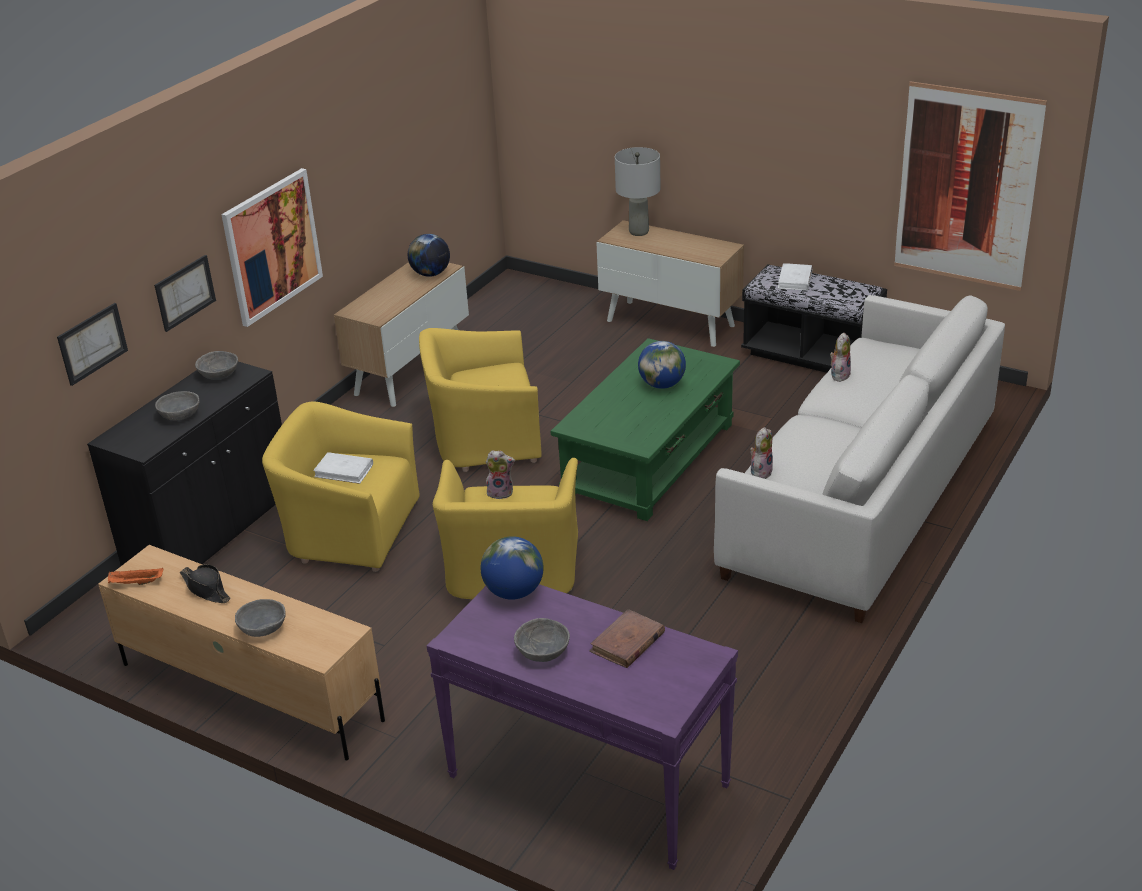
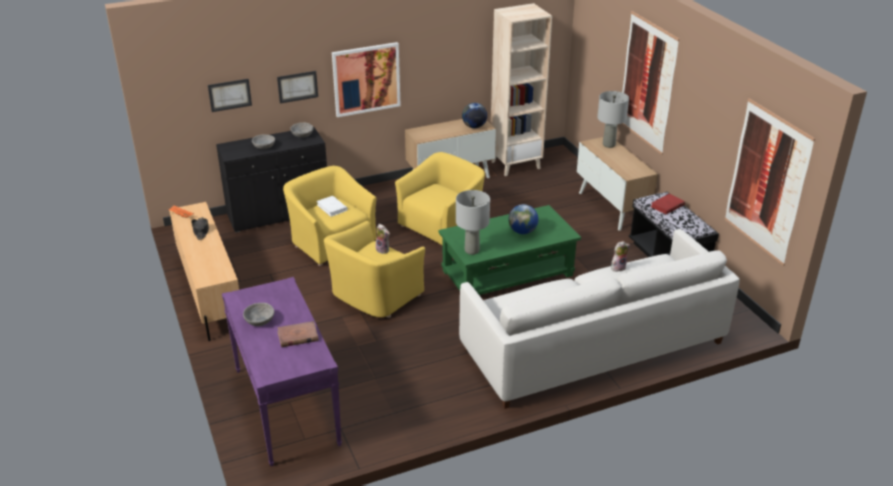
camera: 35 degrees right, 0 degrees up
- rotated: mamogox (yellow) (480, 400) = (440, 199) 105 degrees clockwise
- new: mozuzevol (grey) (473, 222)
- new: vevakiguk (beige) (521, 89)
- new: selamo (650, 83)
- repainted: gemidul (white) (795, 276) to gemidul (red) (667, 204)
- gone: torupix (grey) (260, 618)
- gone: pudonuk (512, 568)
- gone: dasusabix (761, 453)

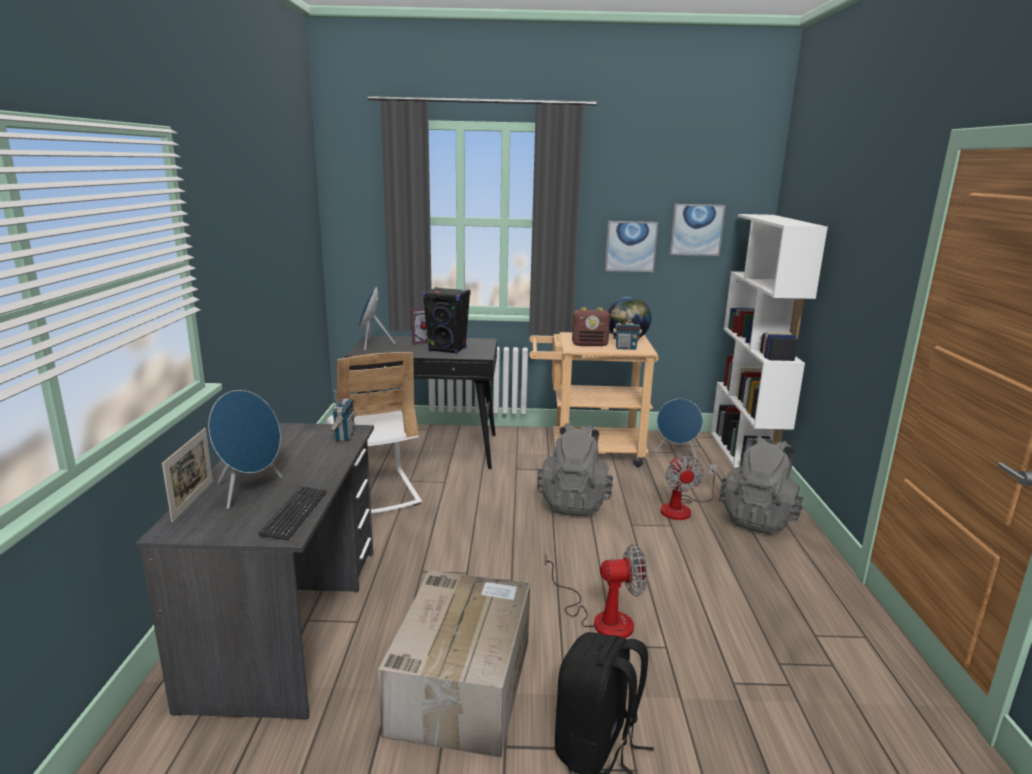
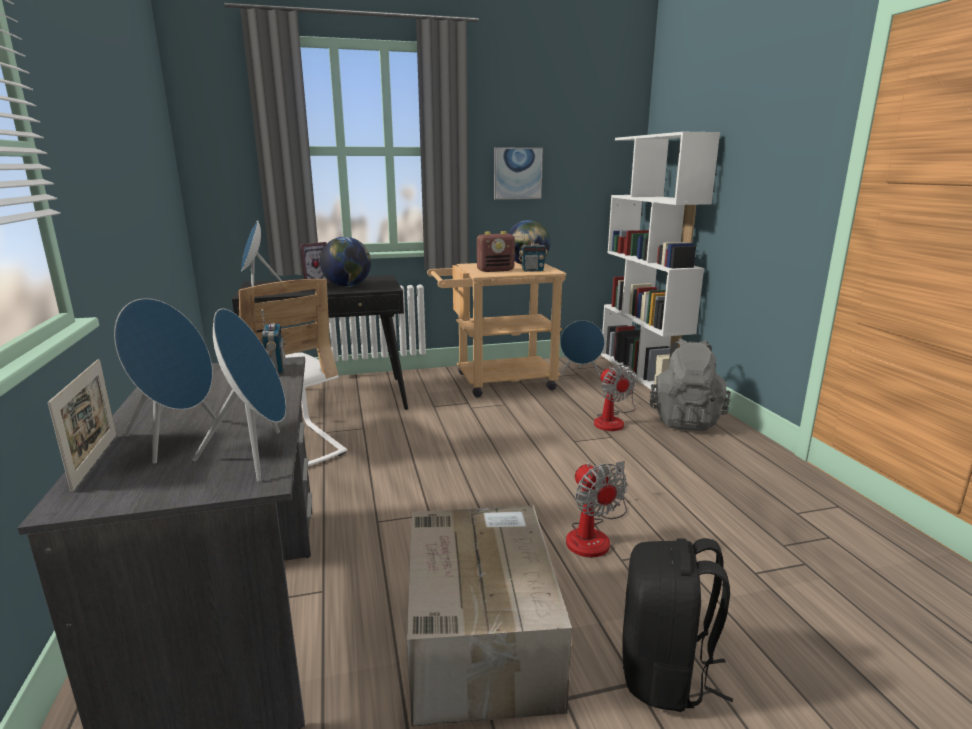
camera: 15 degrees left, 0 degrees up
- swapped: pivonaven (292, 513) to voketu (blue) (239, 395)
- swapped: voketu (black) (447, 320) to pudonuk (345, 262)
- rotated: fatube (596, 591) = (596, 509) 90 degrees clockwise
- gone: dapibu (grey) (575, 469)
- gone: selamo (698, 230)

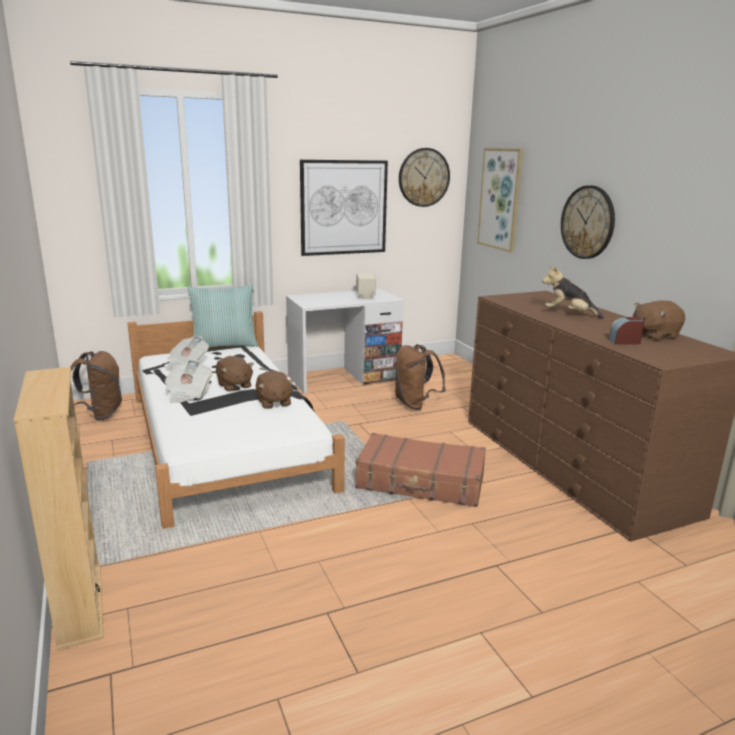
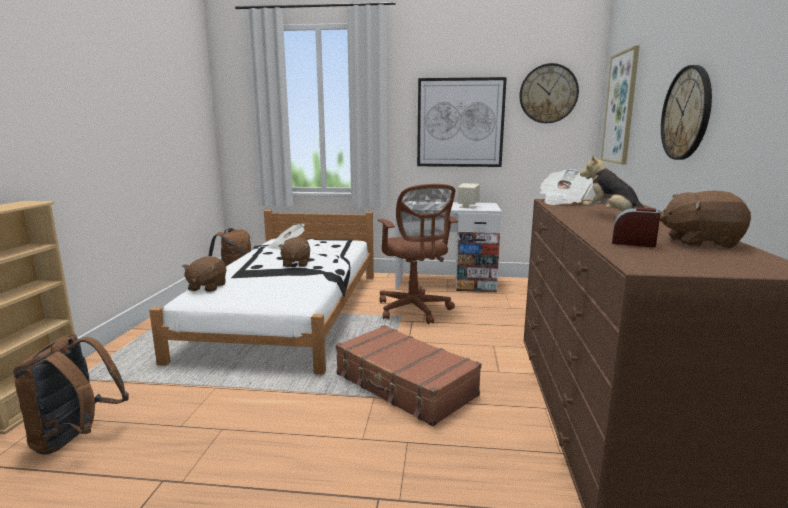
camera: 30 degrees right, 5 degrees down
- shifted: dapibu (brown) (420, 377) to (71, 394)
- shifted: dasusabix (brown) (275, 390) to (204, 274)
- new: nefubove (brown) (418, 254)
- shifted: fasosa (188, 381) to (566, 187)
- gone: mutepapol (223, 316)

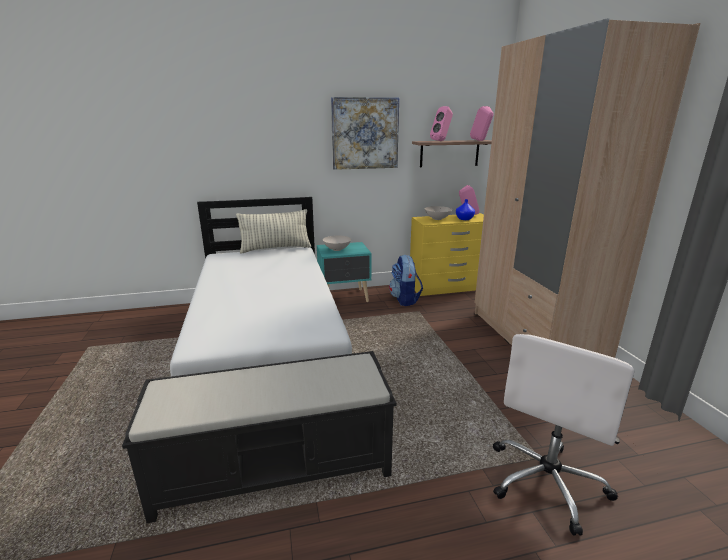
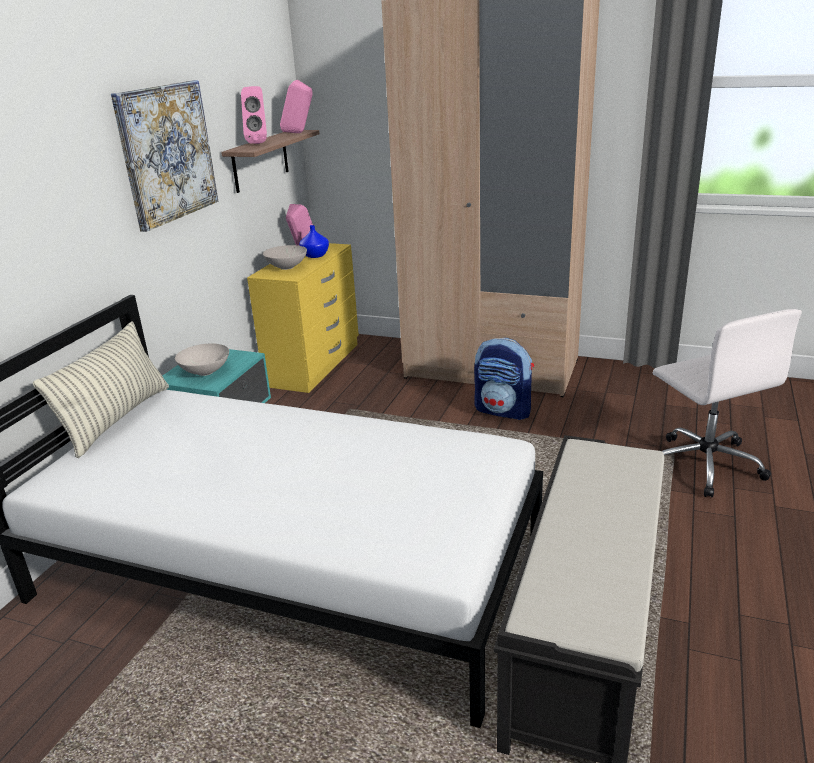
camera: 55 degrees left, 5 degrees up
- shifted: dapibu (406, 280) to (504, 379)

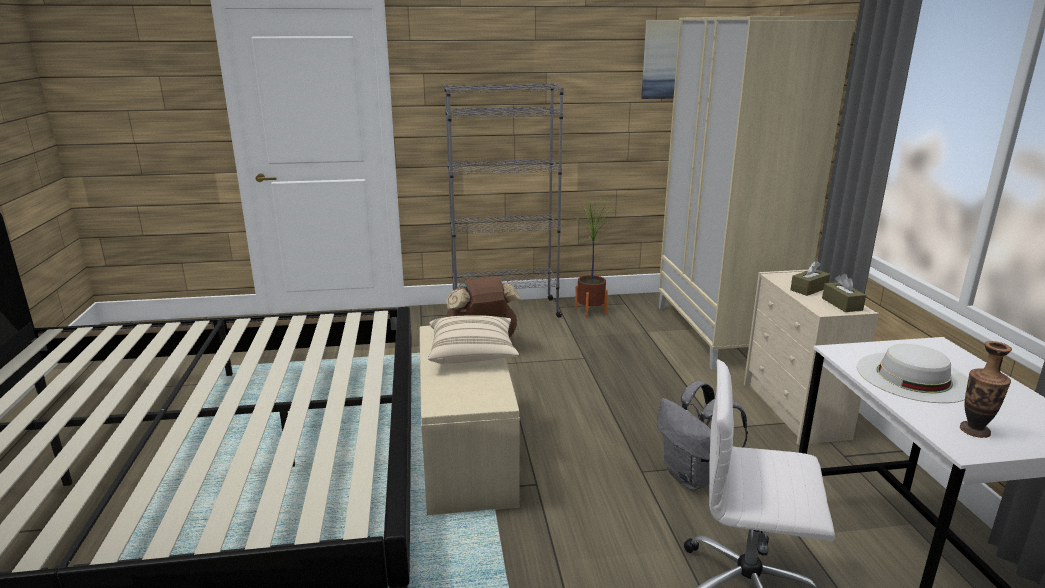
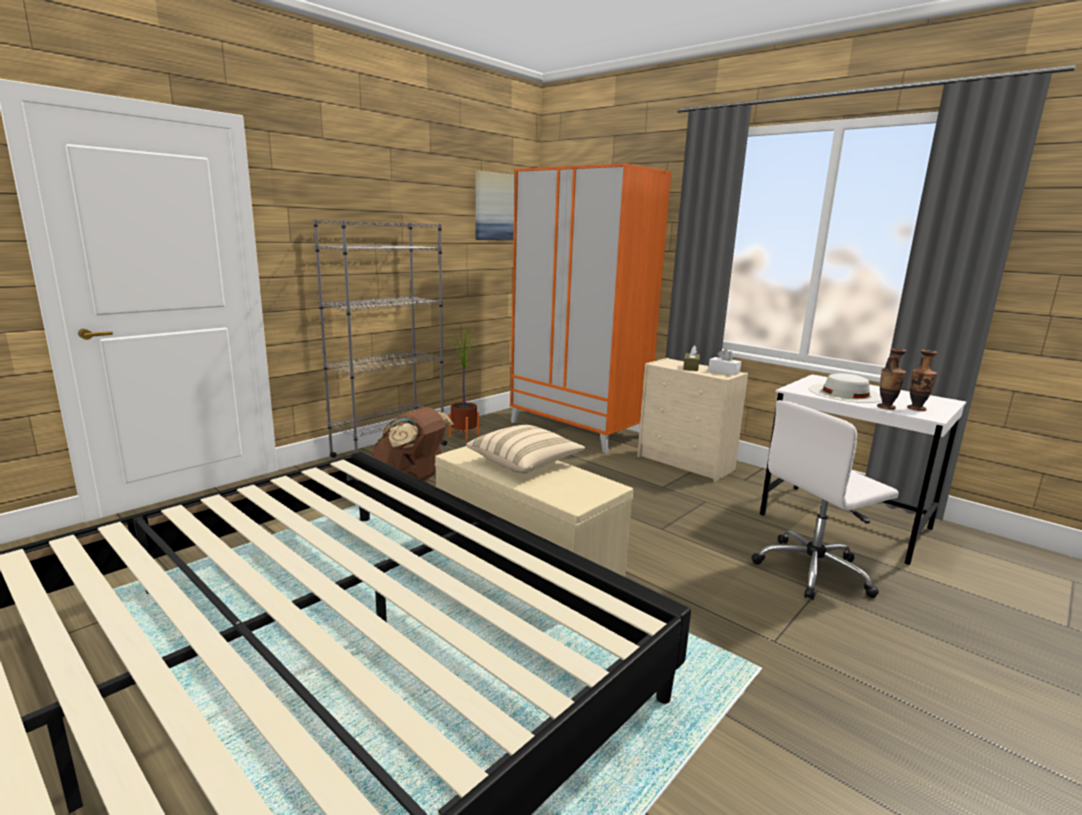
camera: 40 degrees left, 5 degrees down
- repainted: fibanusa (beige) (756, 193) to fibanusa (orange) (591, 308)
- repainted: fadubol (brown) (844, 293) to fadubol (white) (724, 362)
- new: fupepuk (891, 379)
- gone: dapibu (grey) (702, 436)

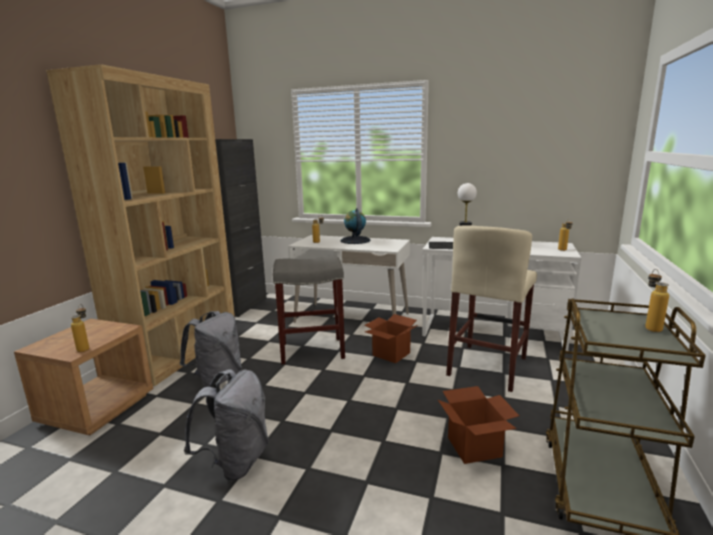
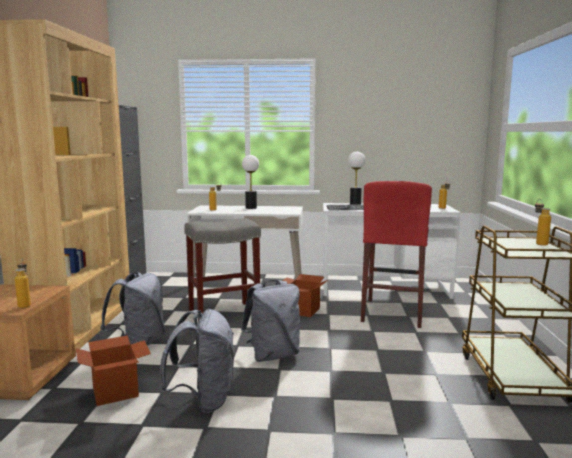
camera: 15 degrees left, 5 degrees down
- shifted: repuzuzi (478, 425) to (113, 370)
- new: dapibu (grey) (270, 321)
- swapped: pudonuk (355, 226) to mozuzevol (250, 182)
- repainted: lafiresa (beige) (491, 308) to lafiresa (red) (396, 254)

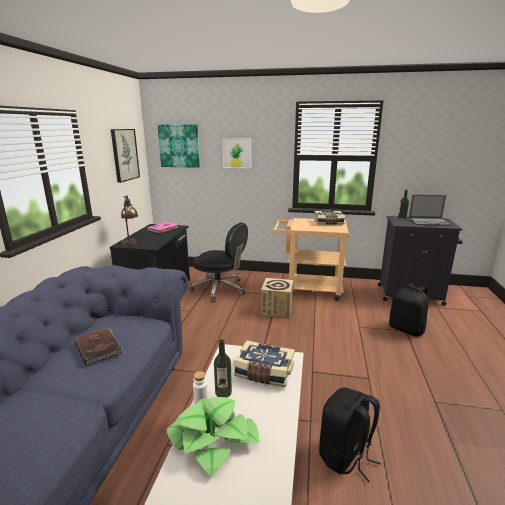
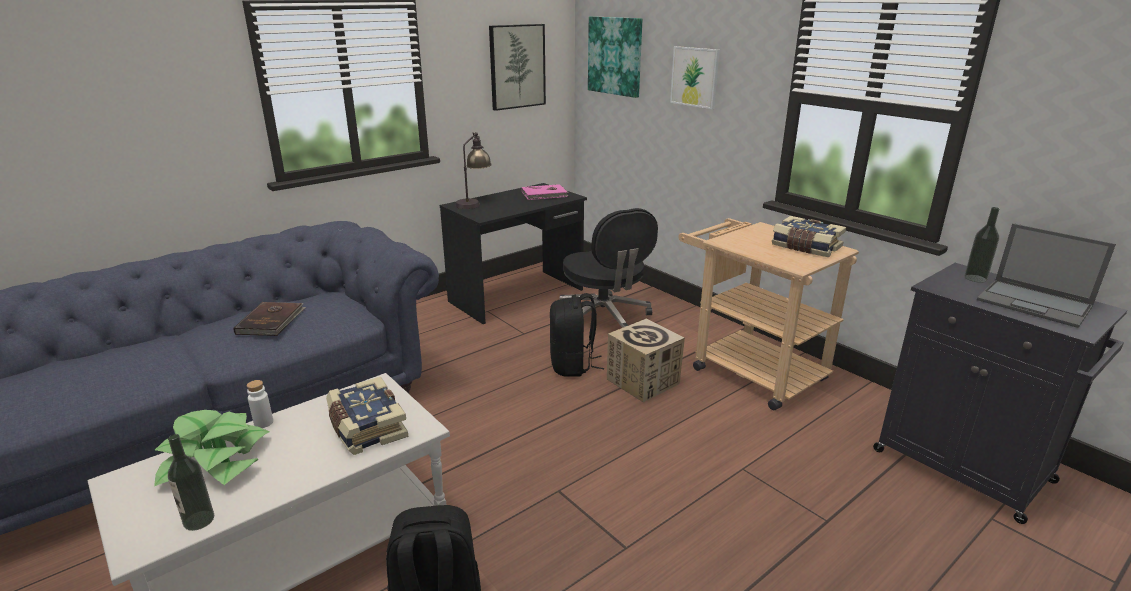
camera: 40 degrees right, 5 degrees up
- shifted: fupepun (223, 368) to (191, 482)
- shifted: dapibu (black) (408, 310) to (577, 335)

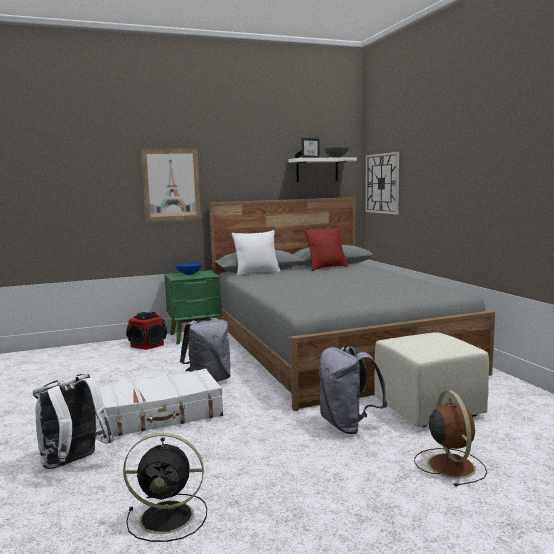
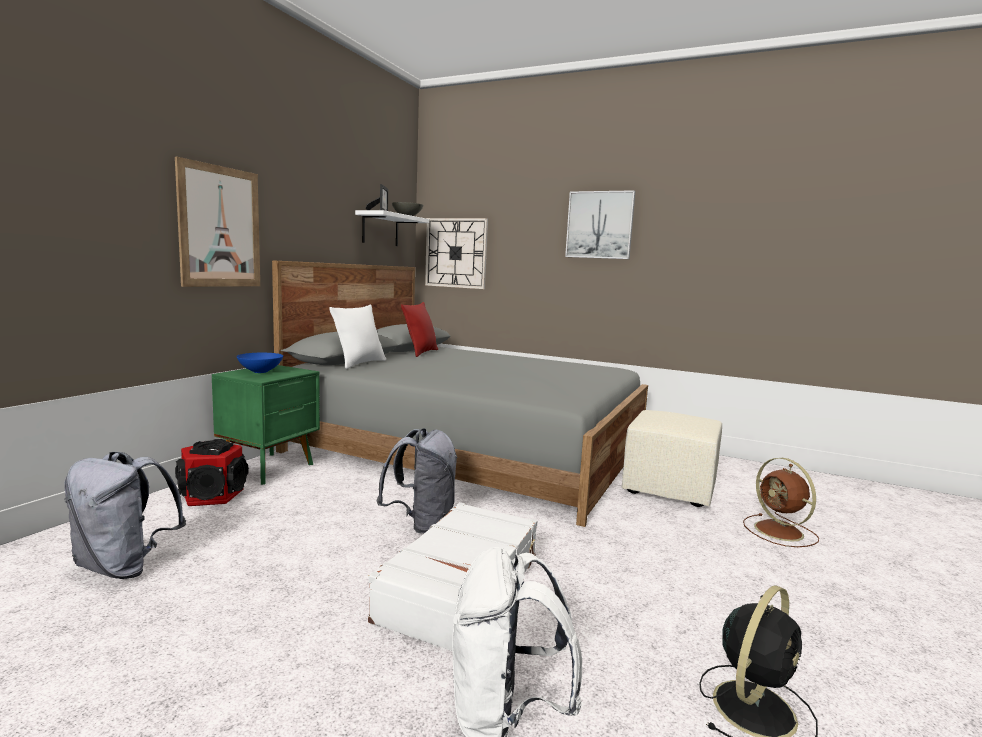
camera: 45 degrees left, 0 degrees up
- shifted: dapibu (grey) (353, 389) to (125, 515)
- new: selamo (600, 224)
- rotated: fatube (brown) (450, 438) = (781, 502) 150 degrees counterclockwise

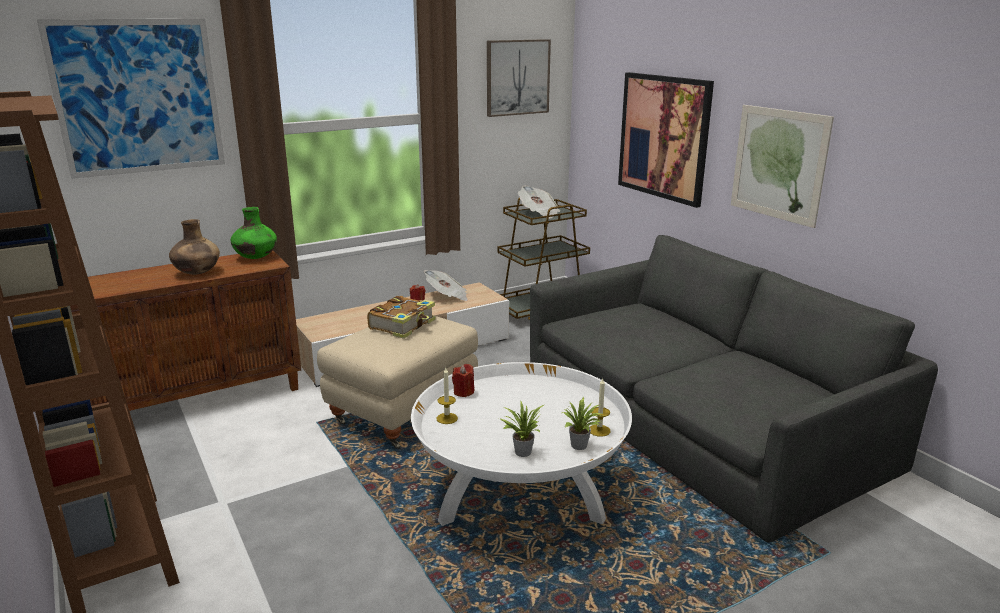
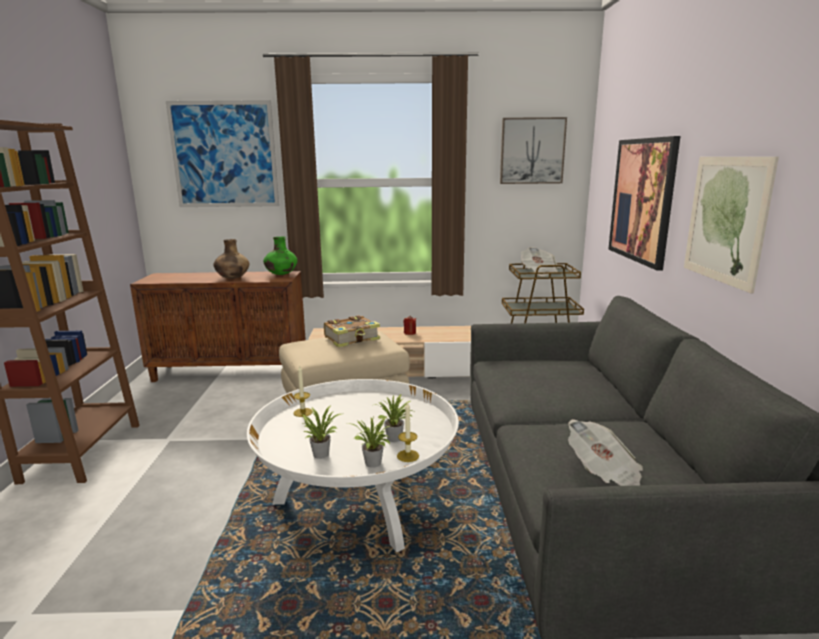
camera: 30 degrees right, 5 degrees down
- new: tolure (394, 418)
- shifted: fasosa (445, 285) to (605, 452)
- gone: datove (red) (463, 380)

